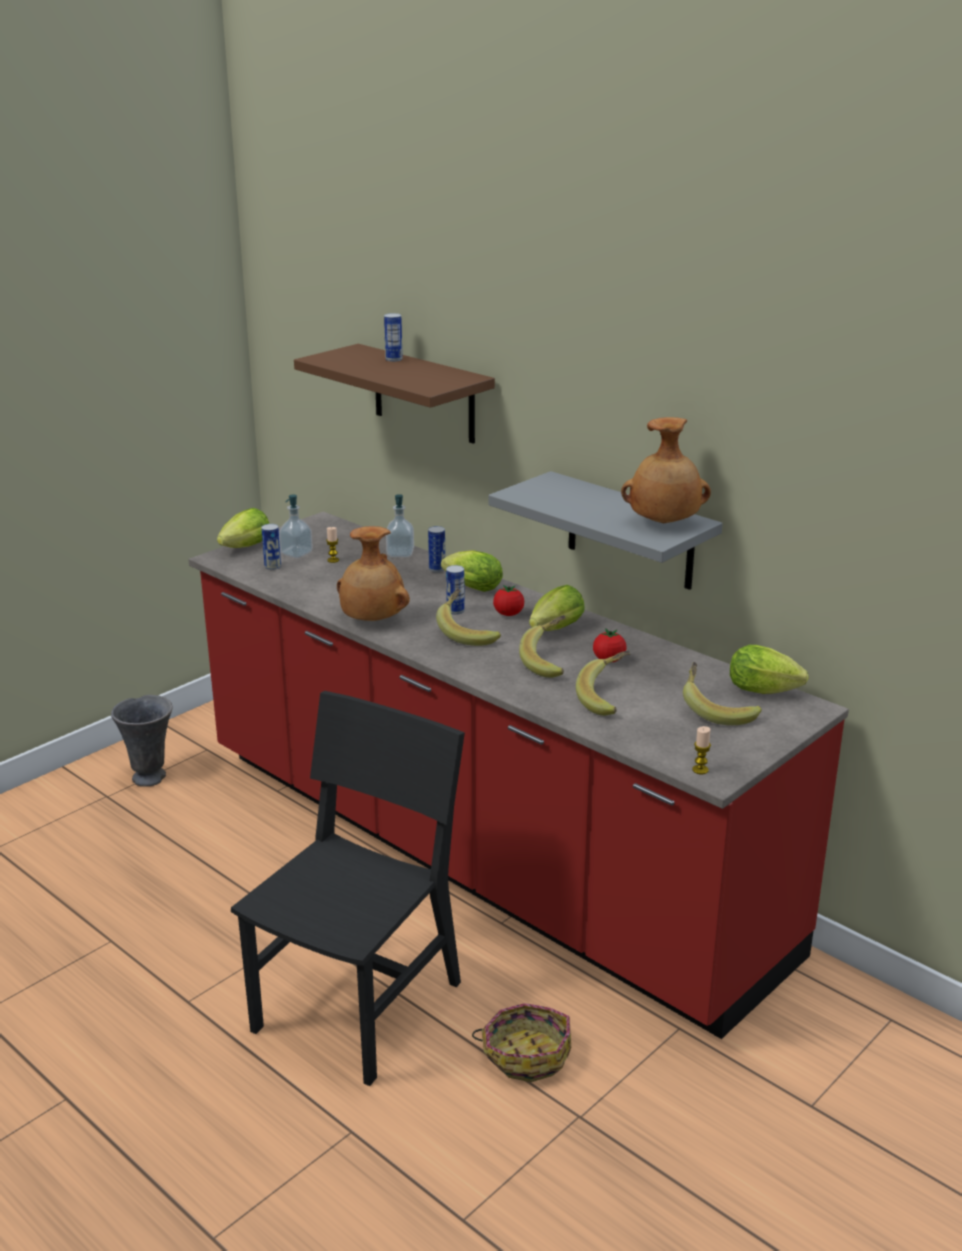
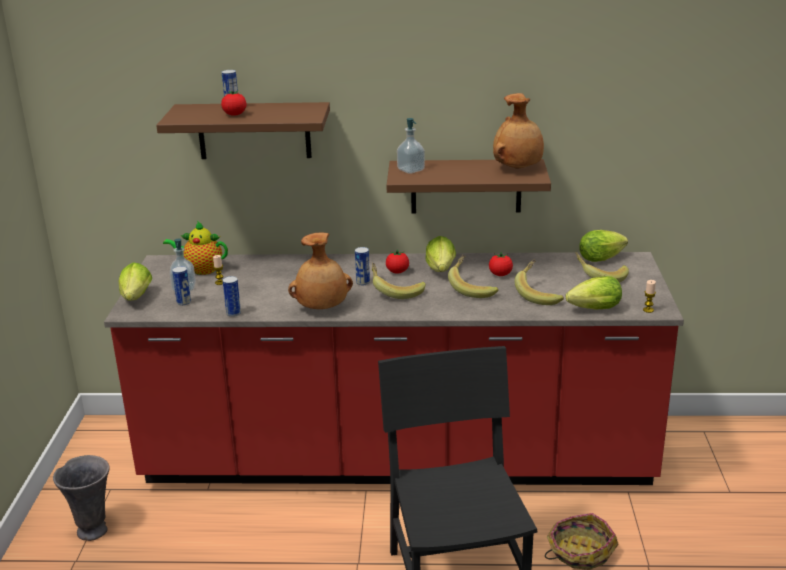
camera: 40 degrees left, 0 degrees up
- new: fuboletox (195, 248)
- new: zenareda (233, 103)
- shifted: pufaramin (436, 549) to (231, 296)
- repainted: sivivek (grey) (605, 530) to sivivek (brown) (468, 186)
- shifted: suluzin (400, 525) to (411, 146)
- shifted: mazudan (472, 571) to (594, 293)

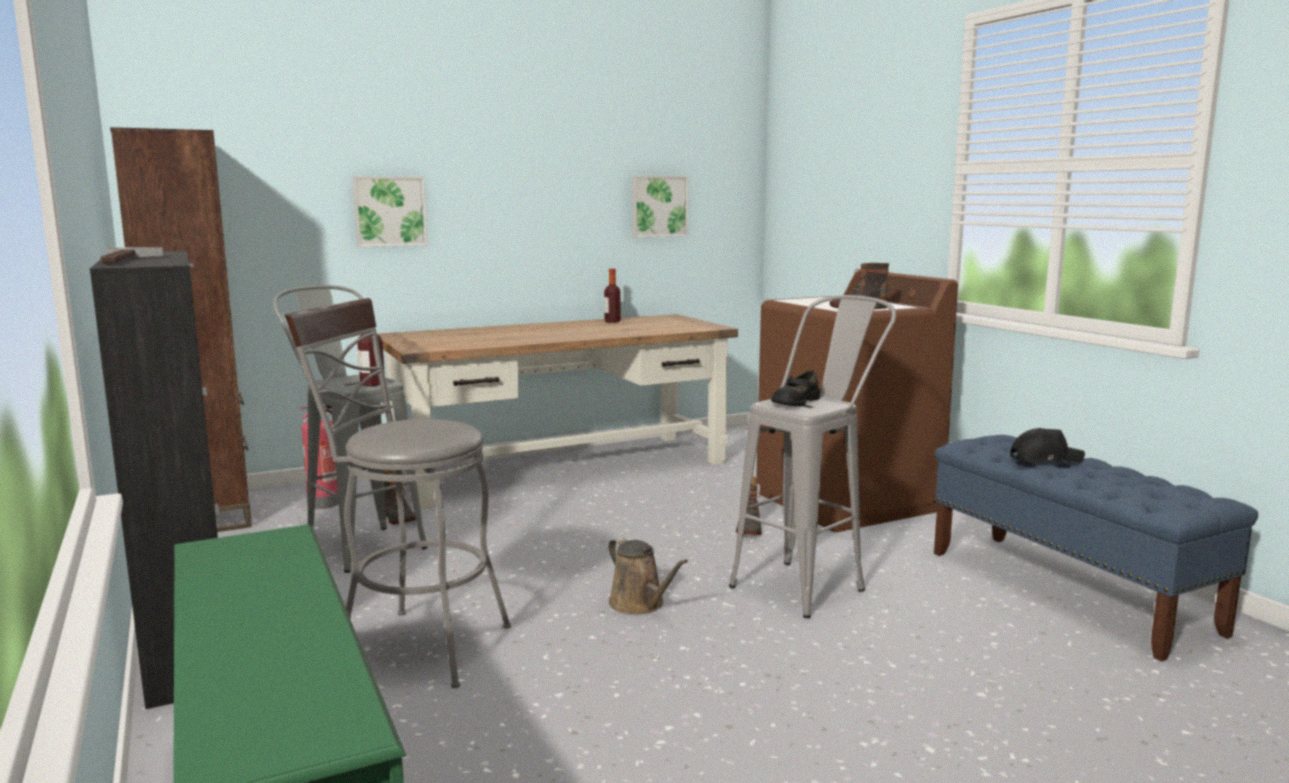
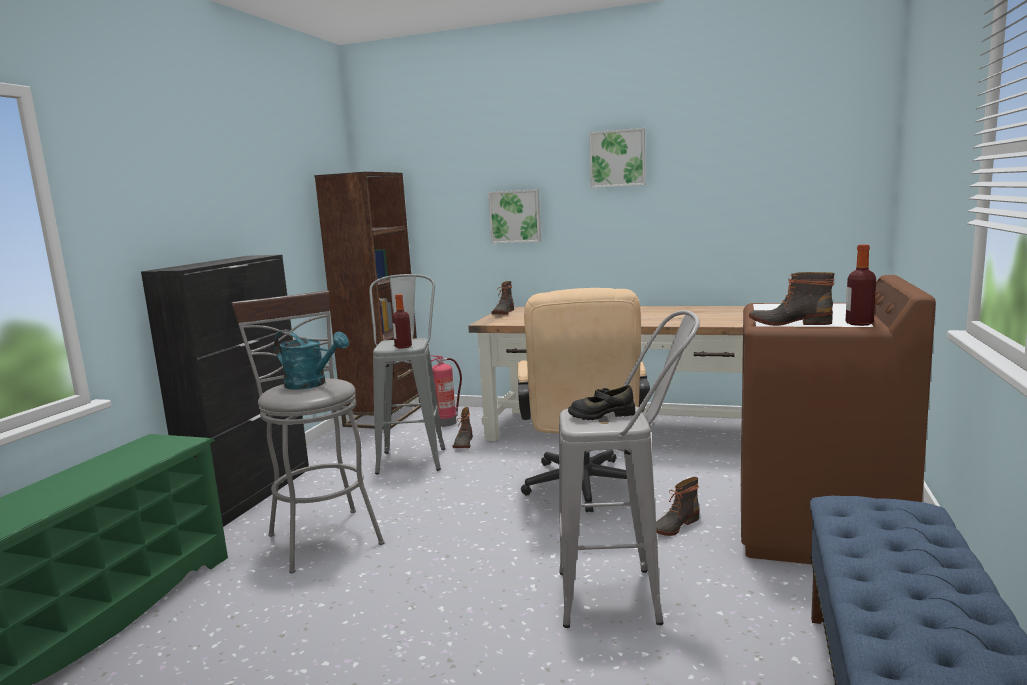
camera: 45 degrees right, 0 degrees up
- new: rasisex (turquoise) (311, 360)
- new: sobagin (502, 298)
- new: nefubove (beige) (583, 400)
- shifted: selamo (660, 206) to (617, 158)
- shifted: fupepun (612, 296) to (861, 285)
- gone: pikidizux (132, 255)
- gone: rasisex (brown) (648, 576)
- gone: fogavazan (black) (1047, 445)

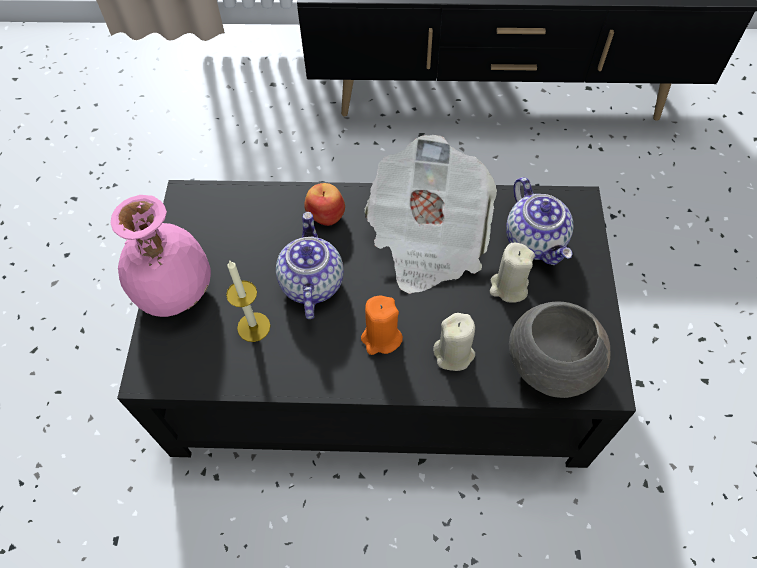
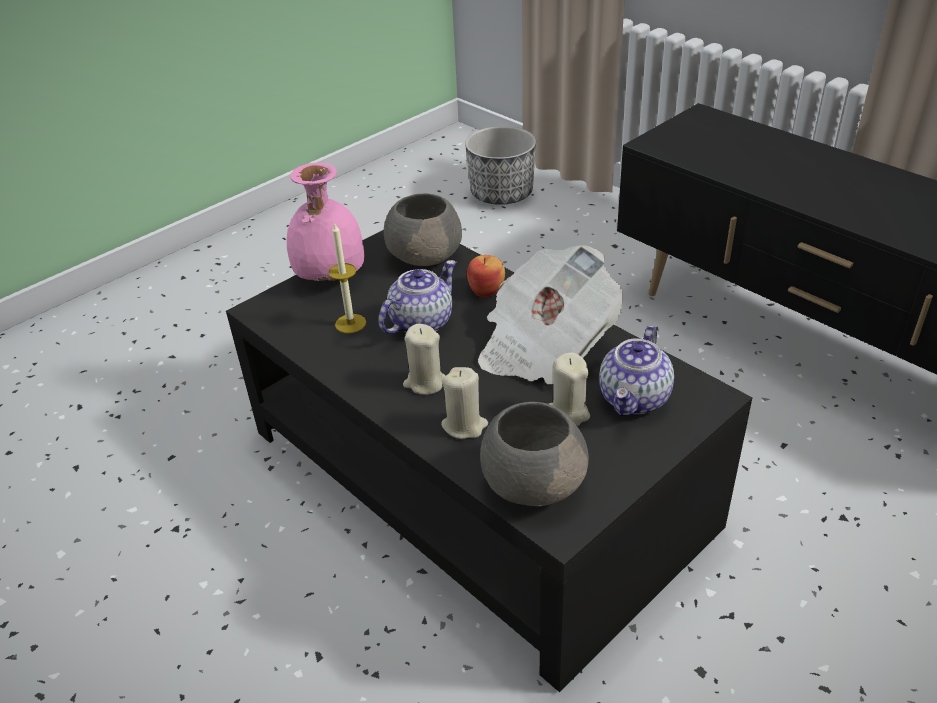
camera: 45 degrees right, 20 degrees down
- new: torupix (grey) (423, 229)
- repainted: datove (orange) (382, 325) to datove (beige) (424, 359)
- new: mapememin (500, 165)

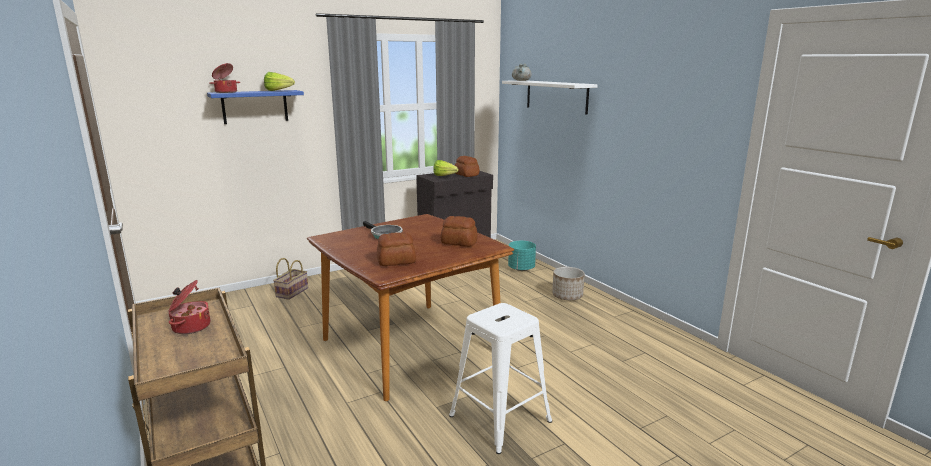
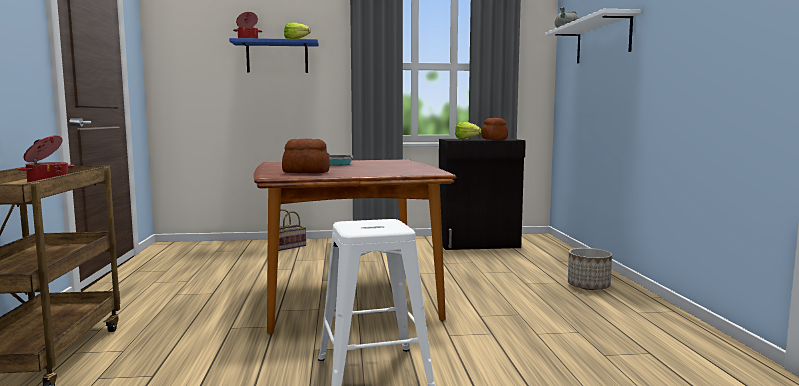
camera: 25 degrees right, 10 degrees down
- gone: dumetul (459, 231)
- gone: mapememin (turquoise) (522, 256)

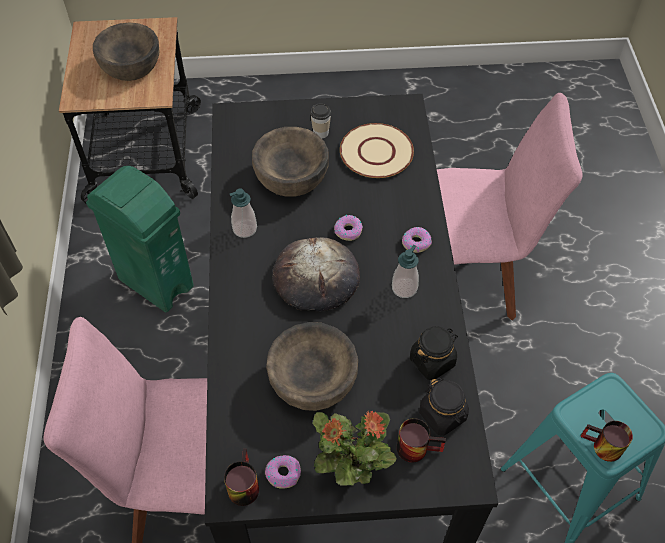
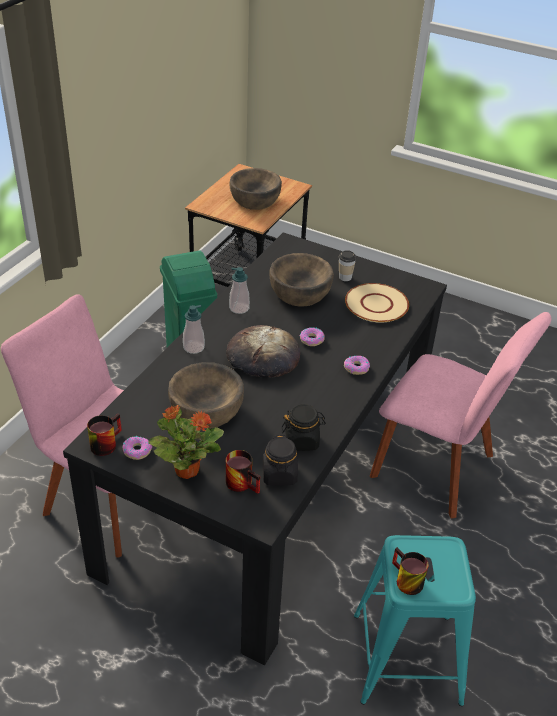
camera: 30 degrees right, 15 degrees down
- shifted: suluzin (405, 271) to (194, 329)

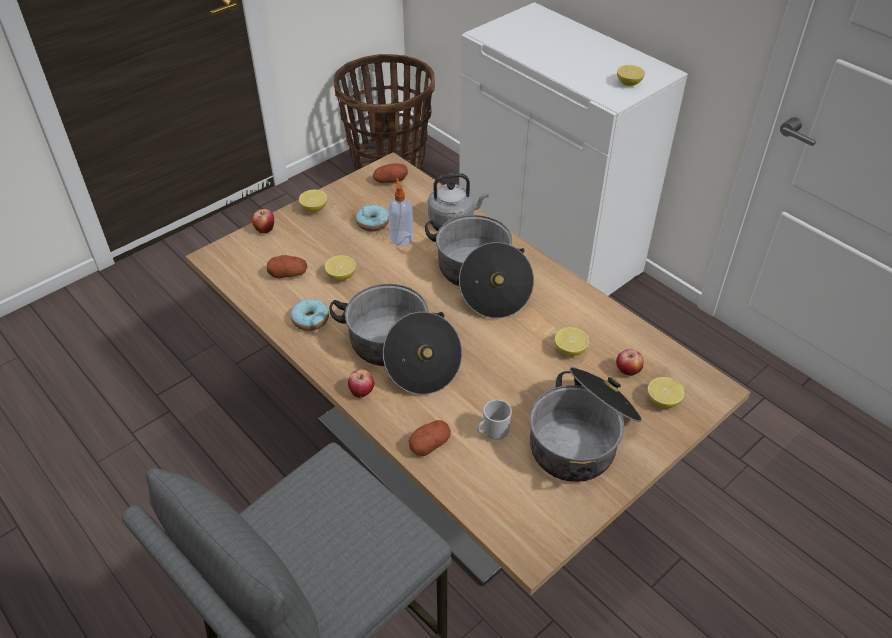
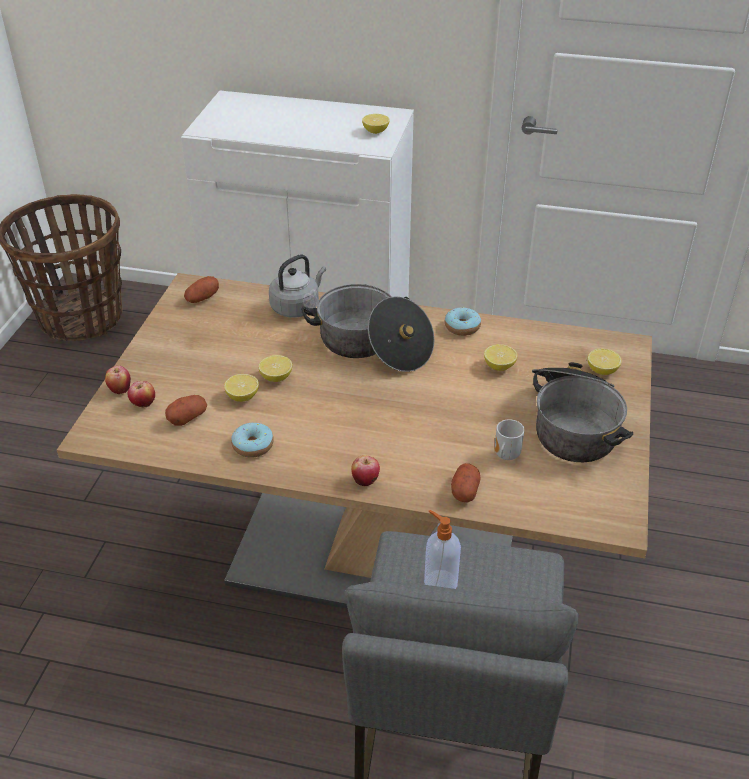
camera: 35 degrees left, 5 degrees down
- shifted: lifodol (630, 362) to (141, 394)
- shifted: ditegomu (313, 201) to (275, 368)
- shifted: suluzin (400, 212) to (442, 549)
- shifted: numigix (372, 218) to (463, 321)
- gone: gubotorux (395, 339)

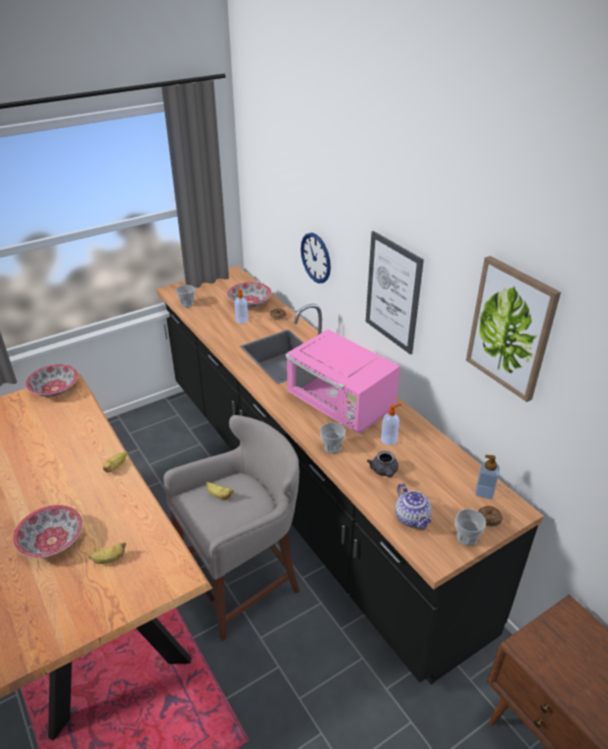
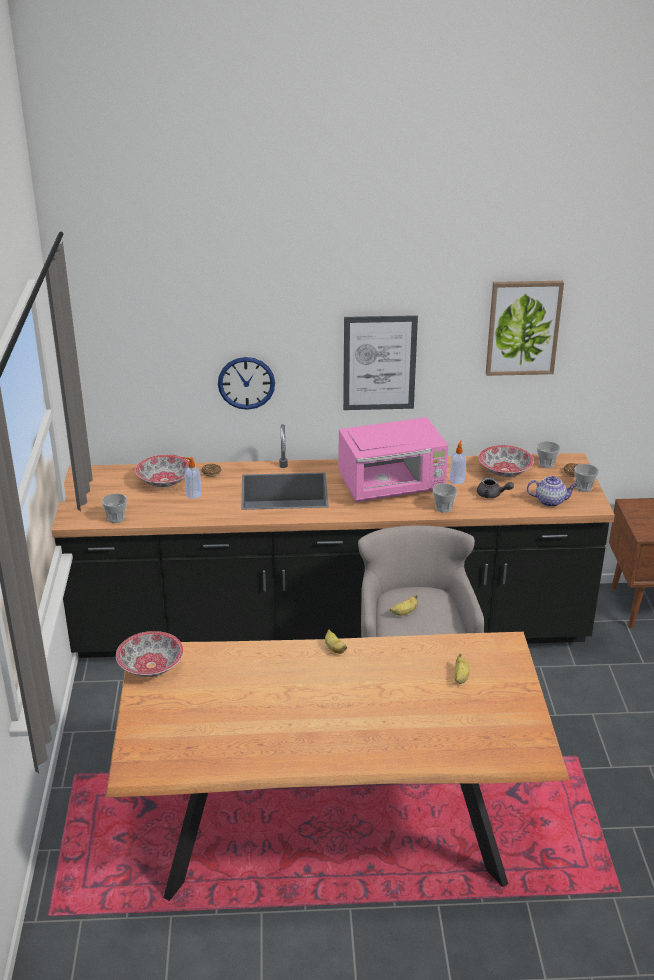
camera: 60 degrees left, 5 degrees down
- shifted: torupix (48, 531) to (506, 461)
- swapped: suluzin (487, 477) to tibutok (548, 454)

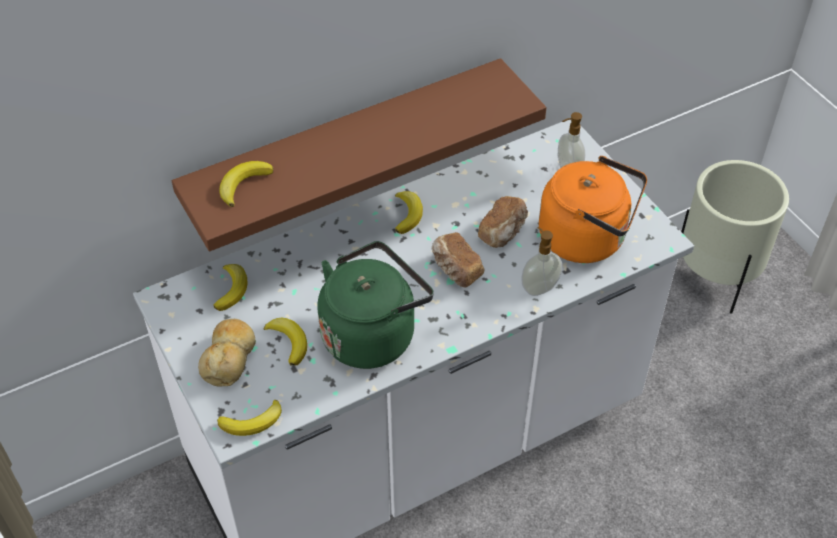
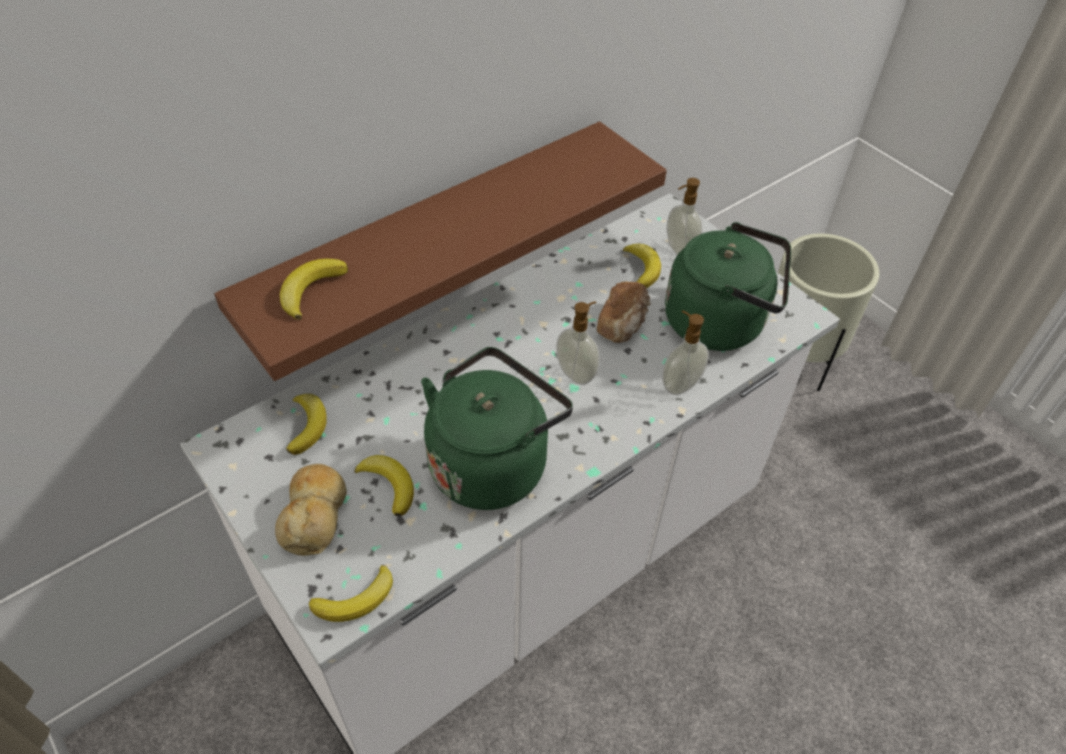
camera: 10 degrees left, 0 degrees up
- swapped: dumetul (458, 260) to suluzin (578, 343)
- shifted: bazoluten (409, 212) to (642, 266)
- repainted: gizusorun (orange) (593, 209) to gizusorun (green) (728, 286)

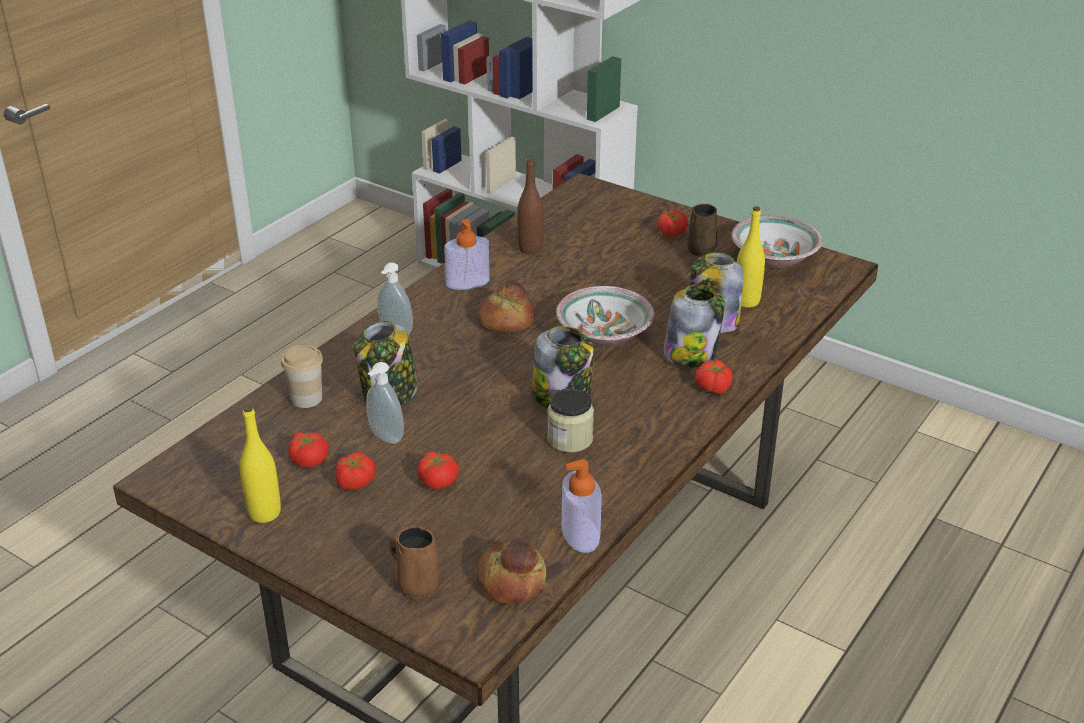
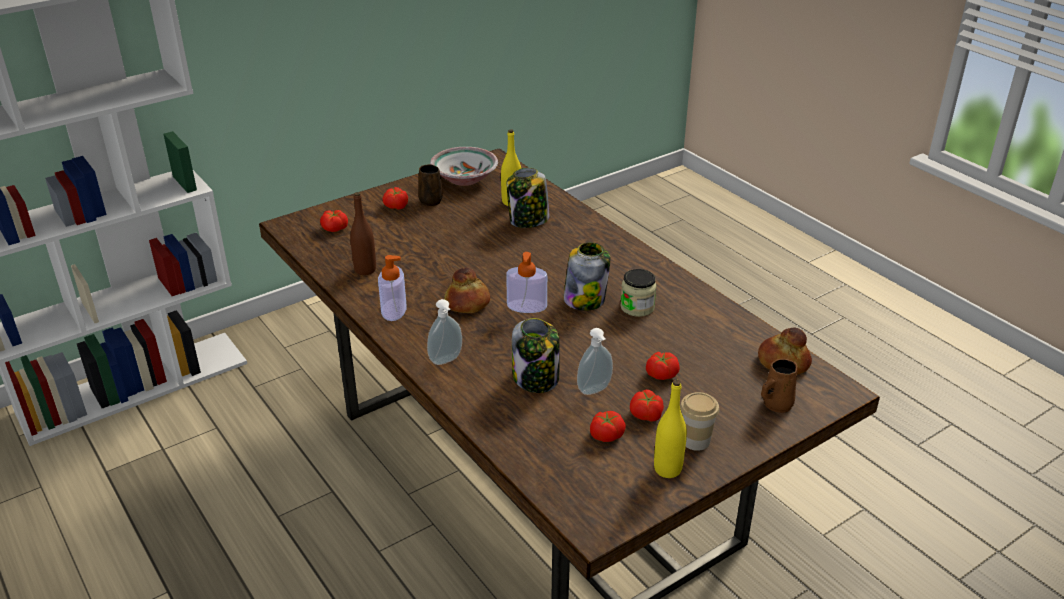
camera: 70 degrees left, 0 degrees up
- shifted: zenareda (714, 376) to (334, 221)
- shifted: suluzin (582, 506) to (526, 282)
- shifted: tibutok (302, 376) to (699, 421)
- gone: torupix (605, 316)
- gone: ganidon (694, 325)

